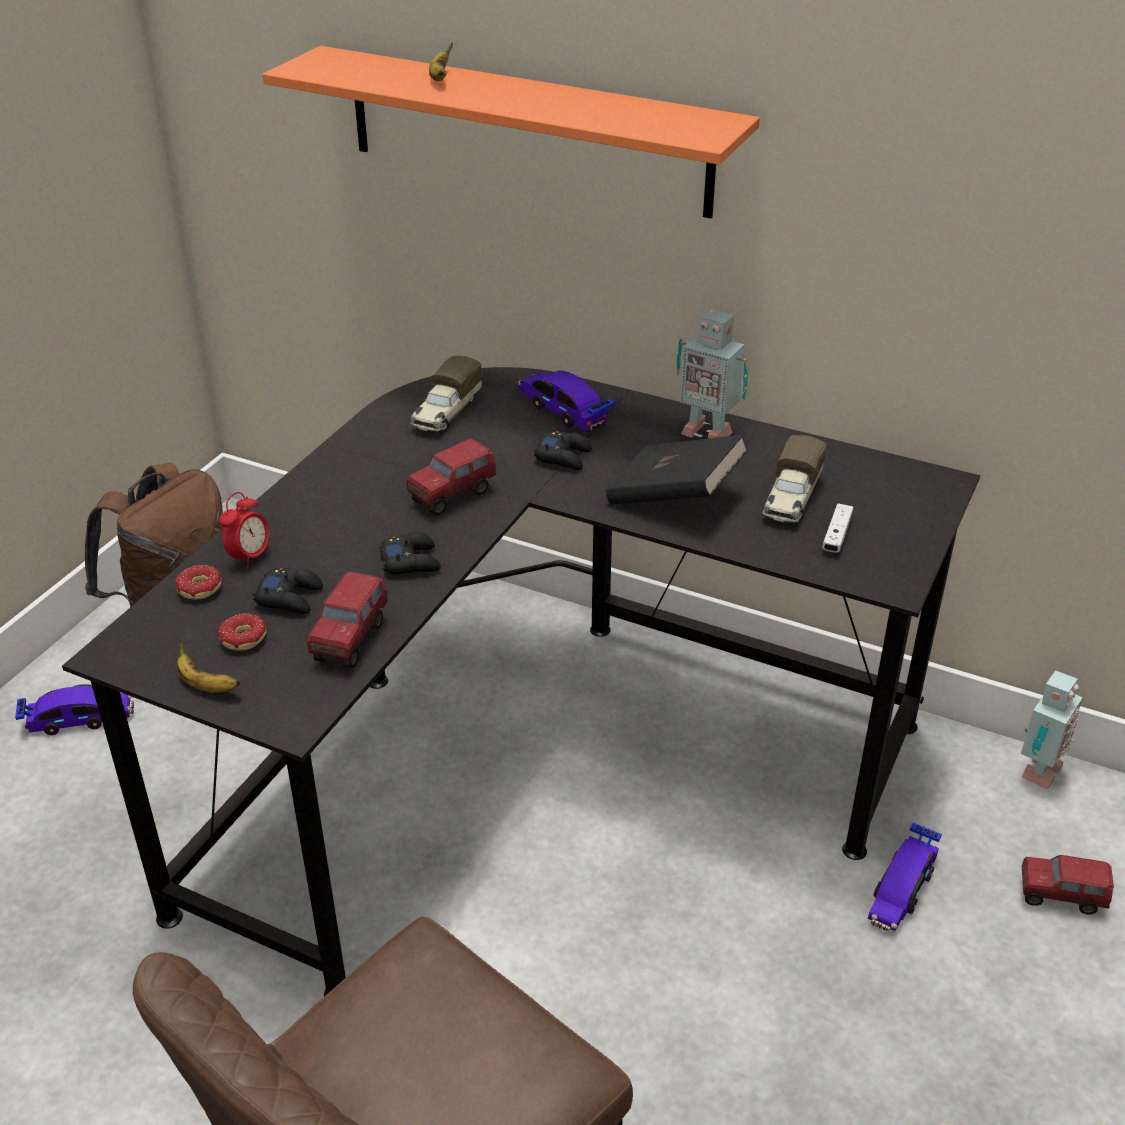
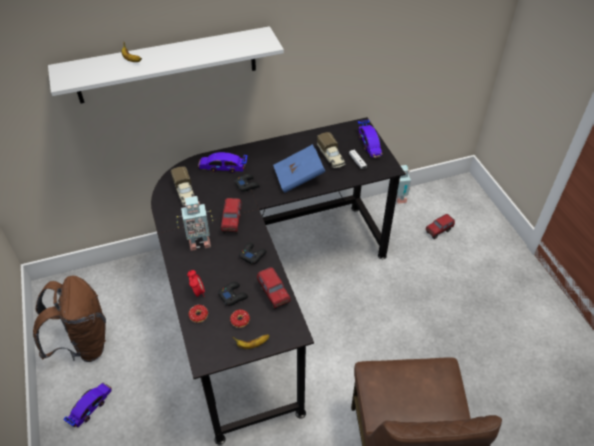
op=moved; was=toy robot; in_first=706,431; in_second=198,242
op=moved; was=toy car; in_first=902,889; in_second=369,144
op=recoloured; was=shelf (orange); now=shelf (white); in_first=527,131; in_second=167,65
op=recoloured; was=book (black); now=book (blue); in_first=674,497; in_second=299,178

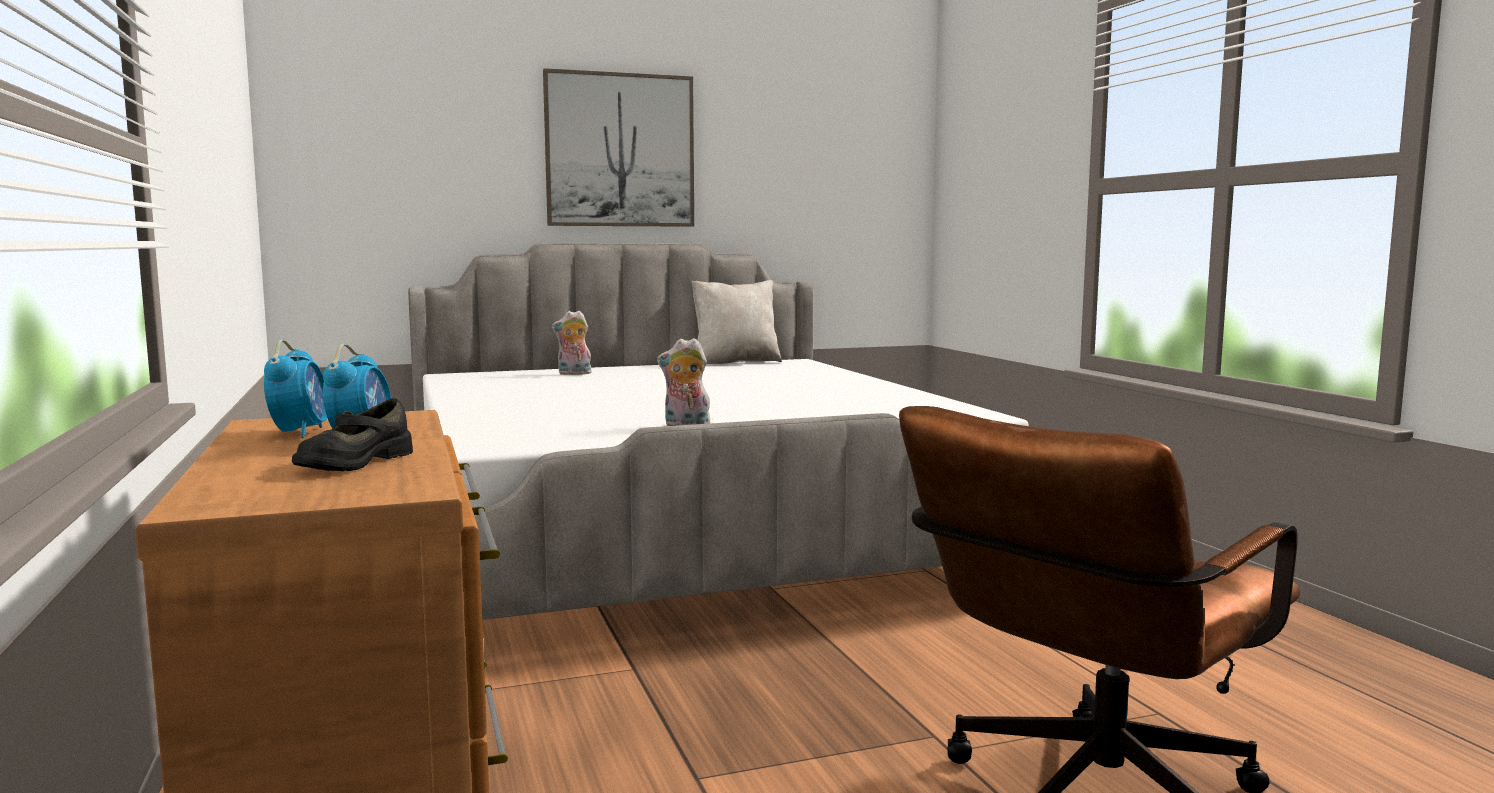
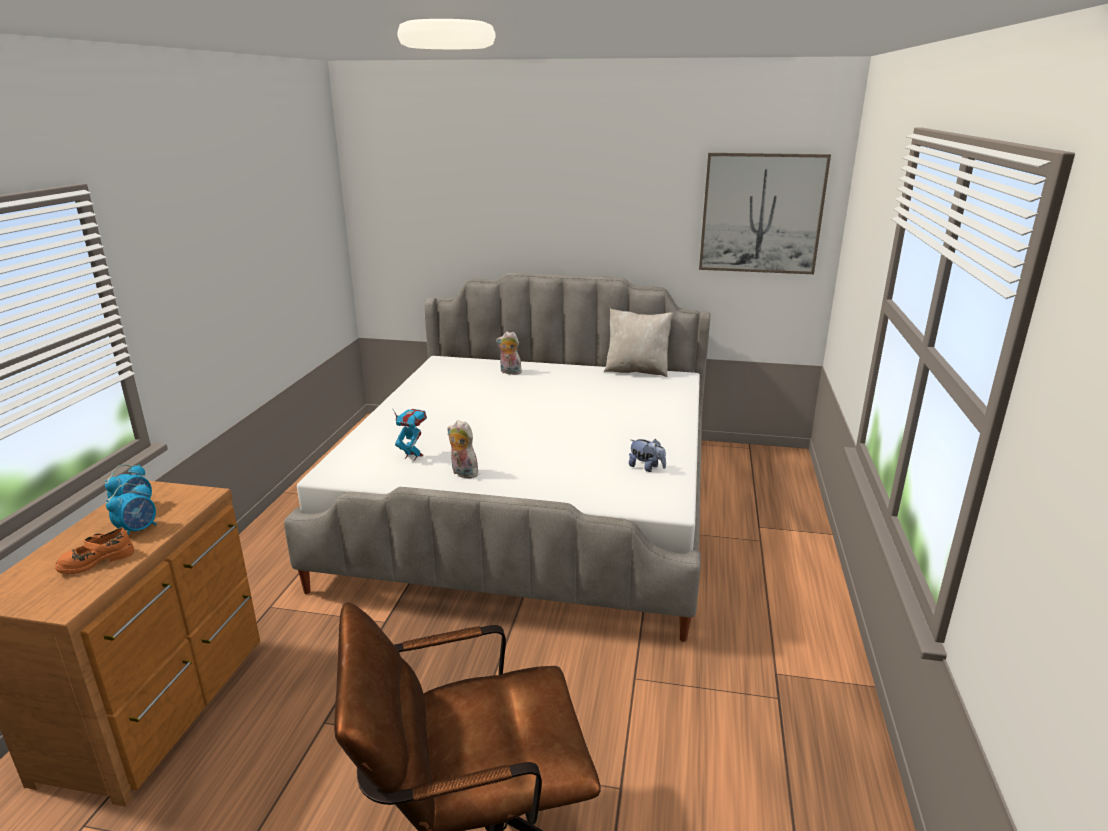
op=added; now=toy robot; in_second=413,456
op=added; now=plush toy; in_second=646,467
op=moved; was=picture; in_first=620,150; in_second=761,213
op=recoloured; was=shoe (black); now=shoe (orange); in_first=354,462; in_second=96,560

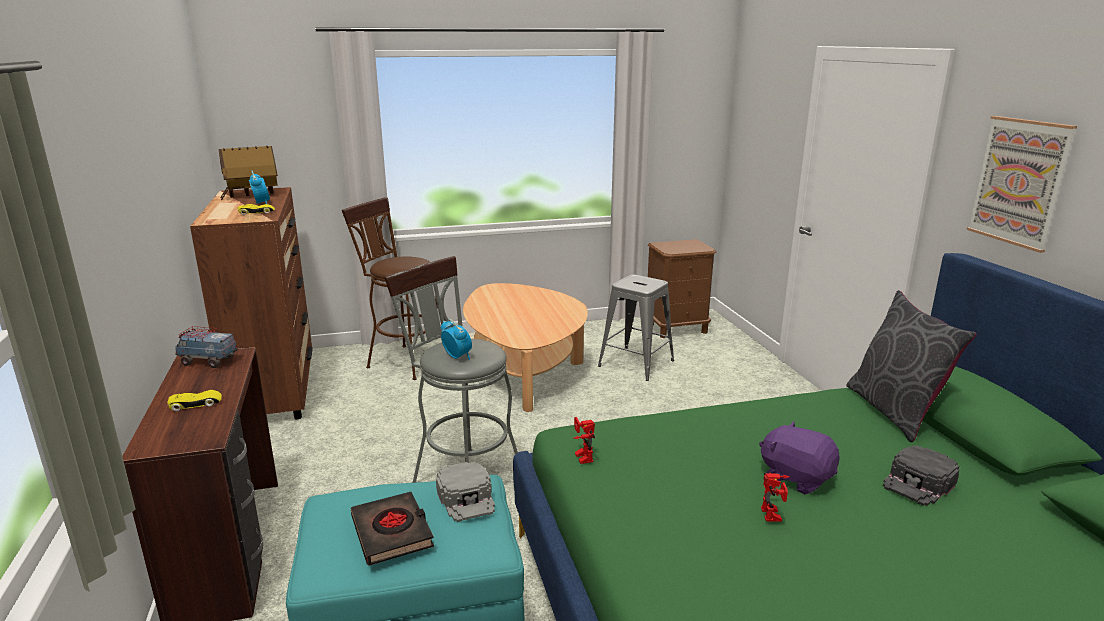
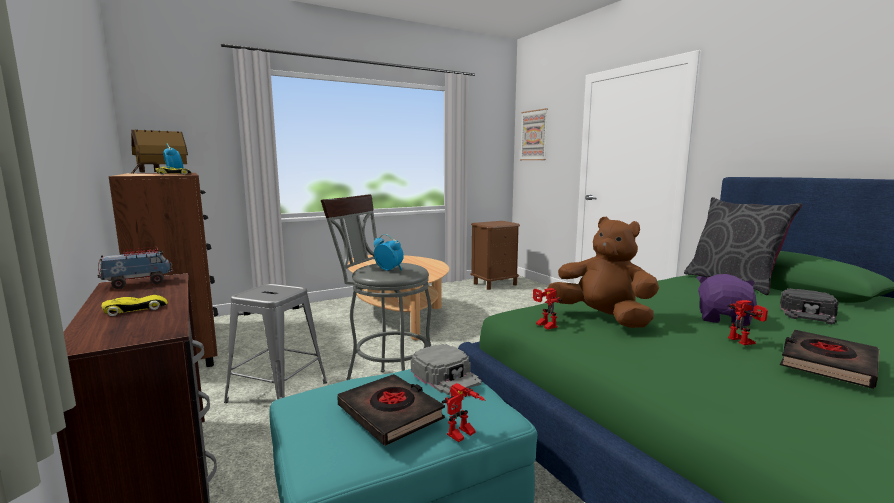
op=removed; was=stool (brown); in_first=403,361
op=added; now=toy robot; in_second=462,436
op=added; now=plush toy (brown); in_second=602,318
op=added; now=book (black); in_second=827,364
op=moved; was=stool (grey); in_first=636,363; in_second=277,392
op=moved; was=picture; in_first=1019,182; in_second=534,135
op=turned; was=toy truck; in_first=208,361; in_second=138,283; clockwise=150
op=turned; was=plush toy (purple); in_first=796,477; in_second=724,319; clockwise=90

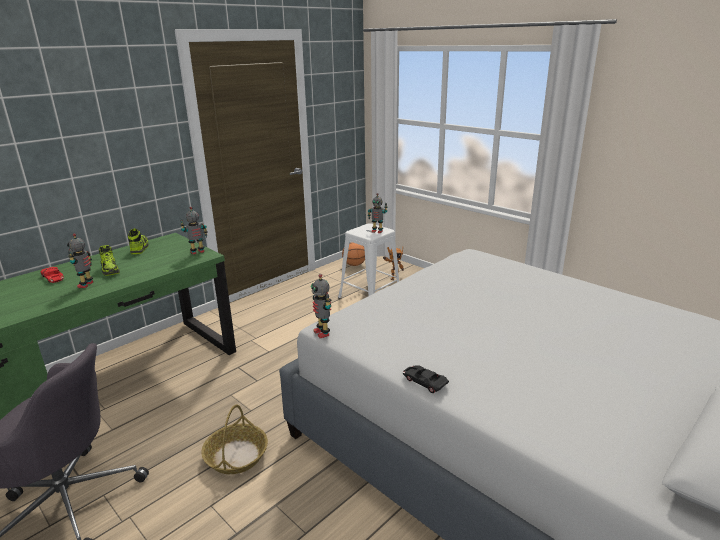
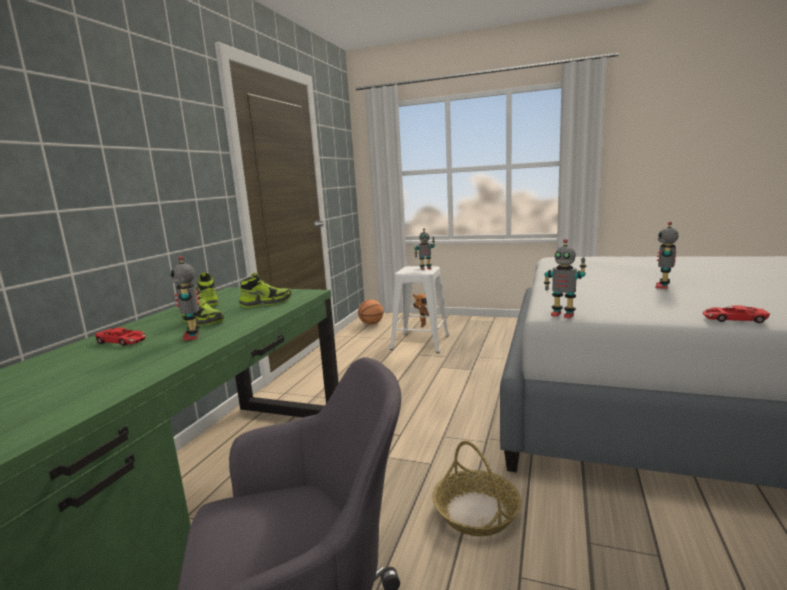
op=added; now=shoe; in_second=266,303
op=moved; was=toy robot; in_first=197,252; in_second=663,286
op=recoloured; was=toy car (black); now=toy car (red); in_first=424,381; in_second=733,319

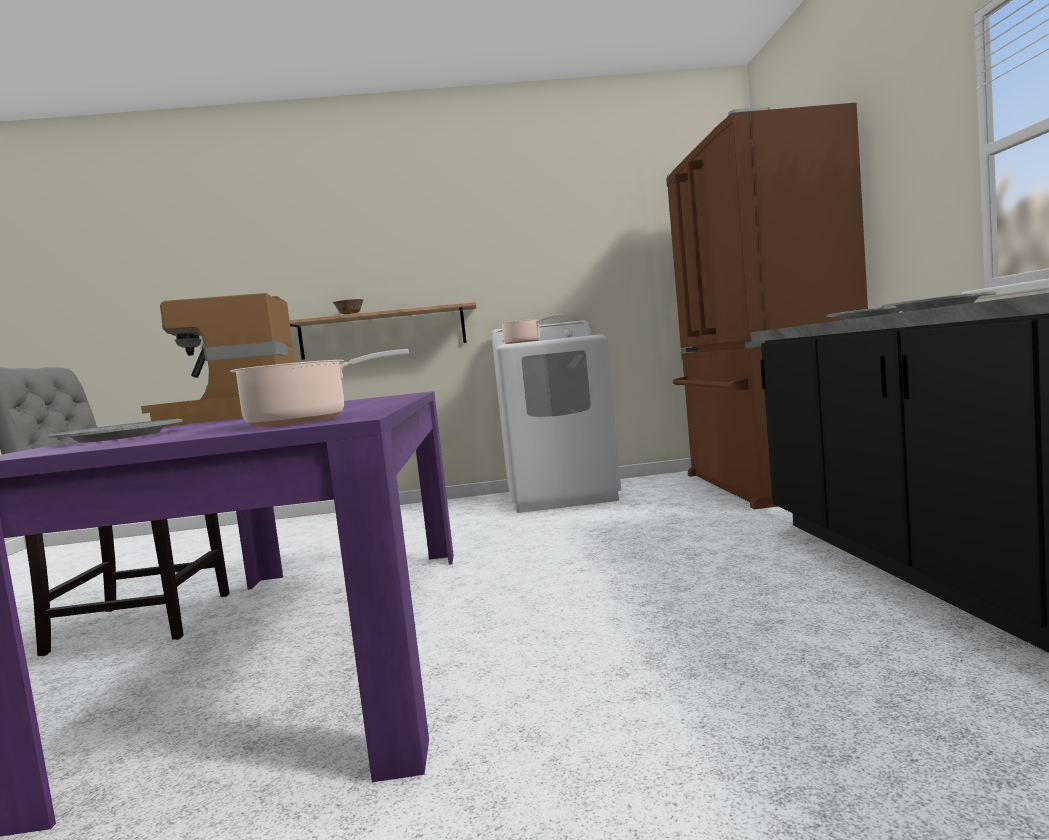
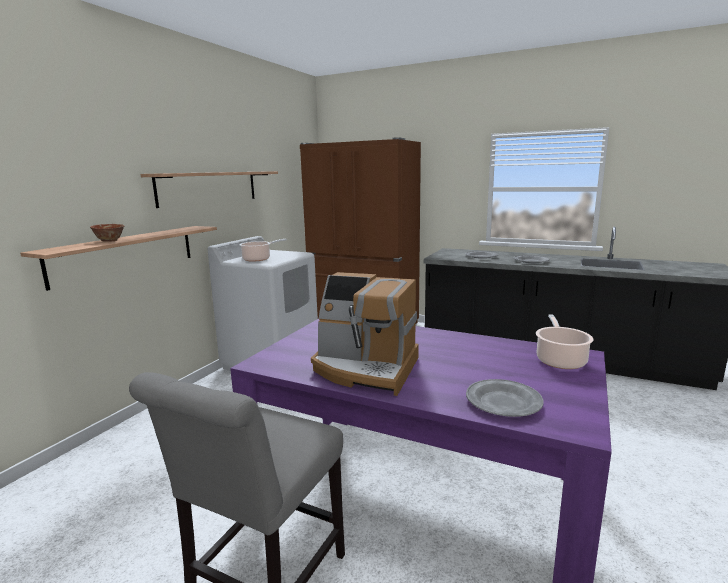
op=added; now=shelf; in_second=209,187

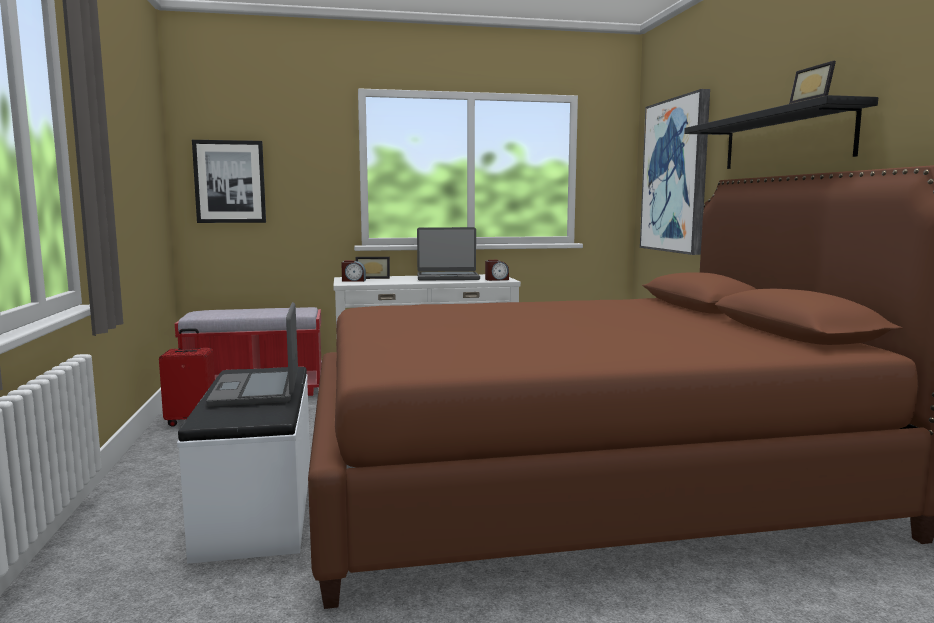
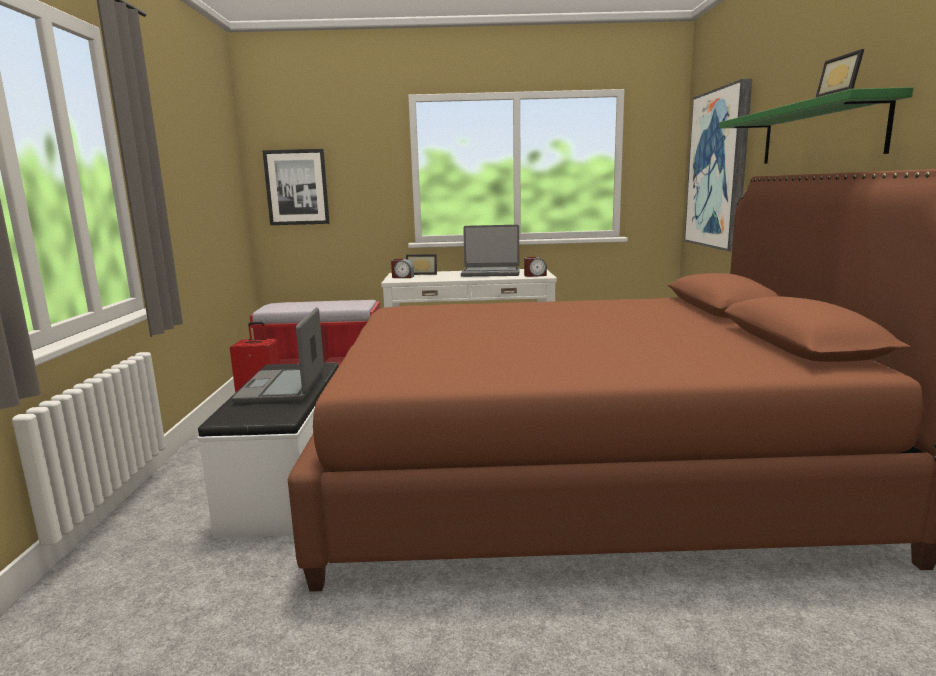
op=recoloured; was=shelf (black); now=shelf (green); in_first=785,139; in_second=819,133

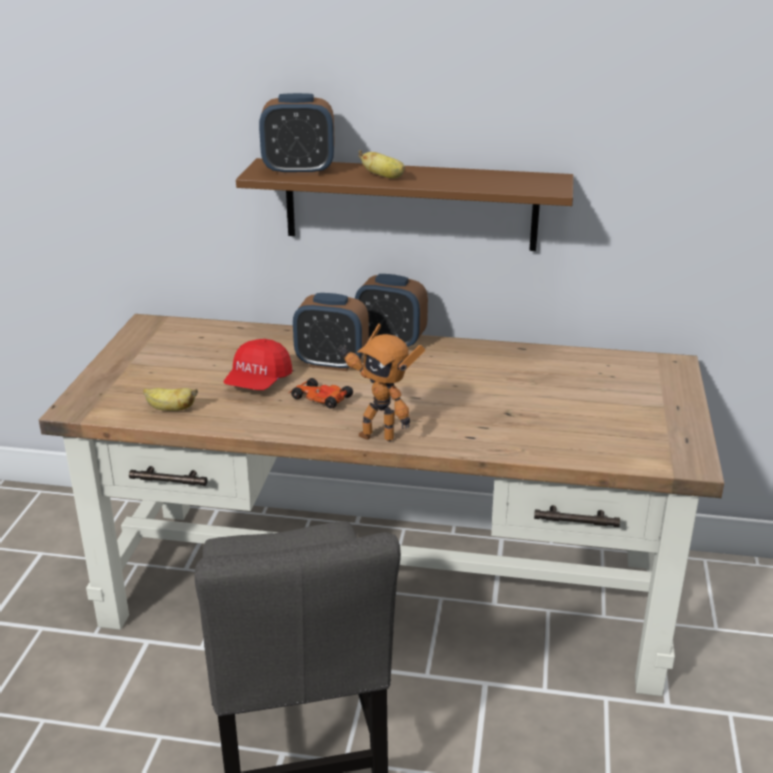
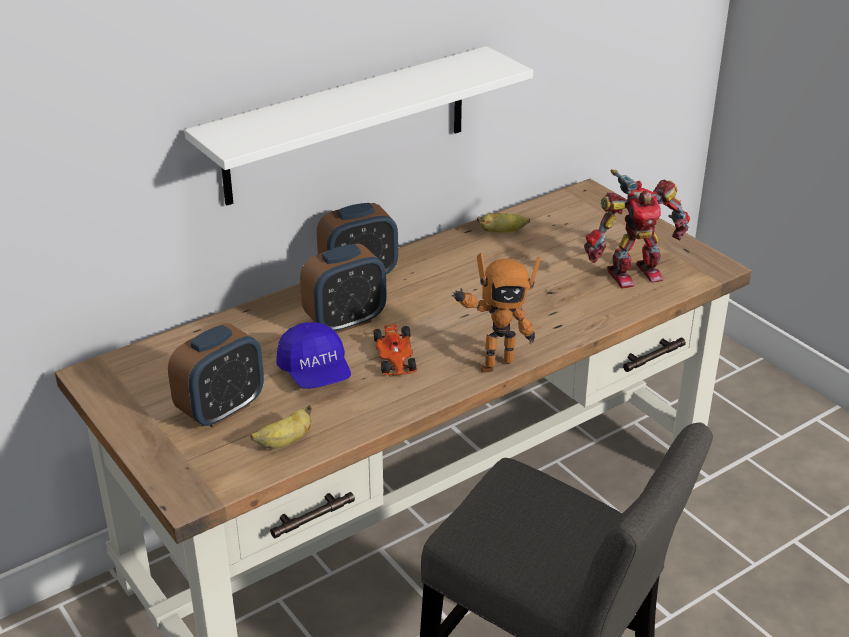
op=added; now=toy robot; in_second=632,273
op=moved; was=alarm clock; in_first=299,171; in_second=221,409
op=moved; was=banana; in_first=384,177; in_second=502,232
op=recoloured; was=cap (red); now=cap (blue); in_first=258,382; in_second=315,373
op=recoloured; was=shelf (brown); now=shelf (white); in_first=410,204; in_second=347,125
op=turned; was=toy car; in_first=320,399; in_second=395,358; clockwise=-90

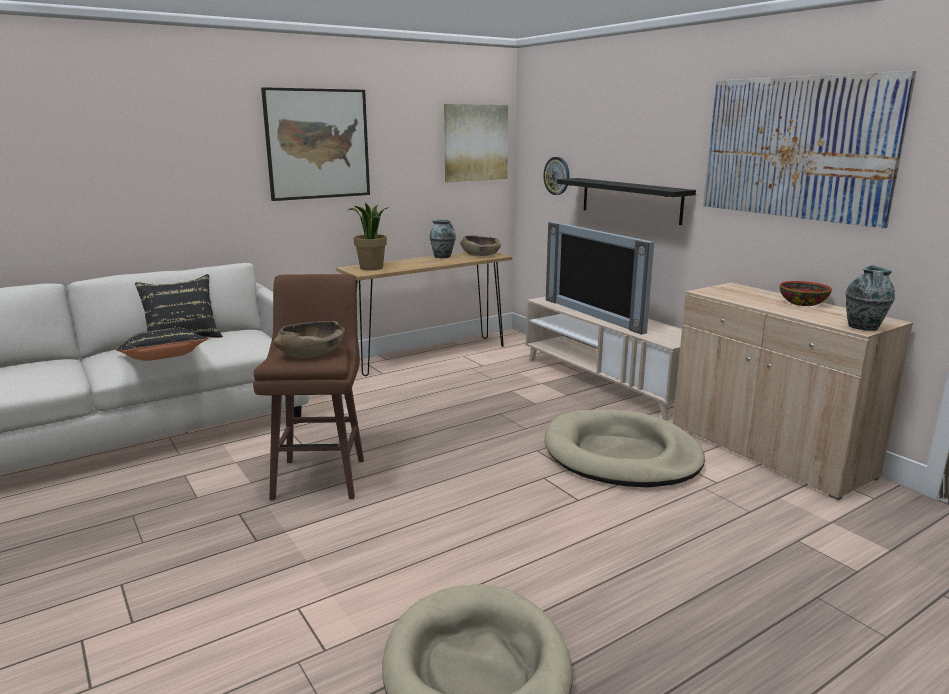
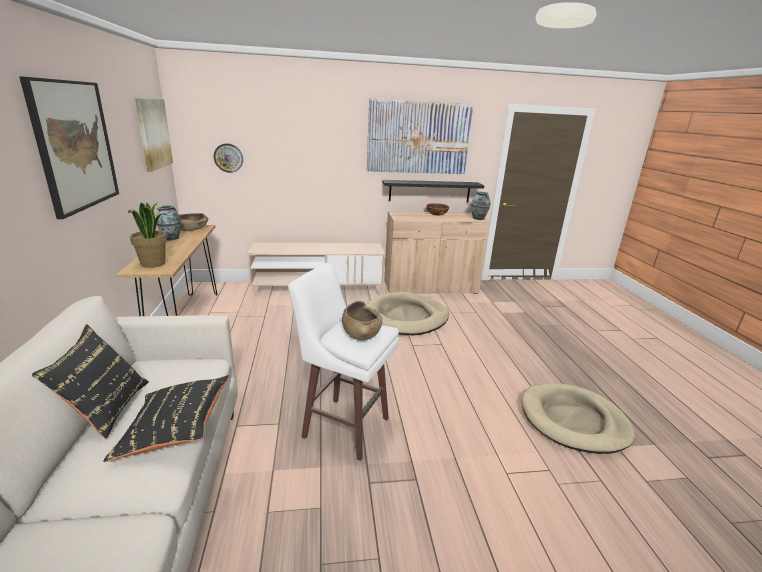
op=removed; was=television; in_first=596,314
op=moved; was=shelf (black); in_first=630,200; in_second=429,191
op=recoloured; was=stool (brown); now=stool (white); in_first=321,477; in_second=344,426

